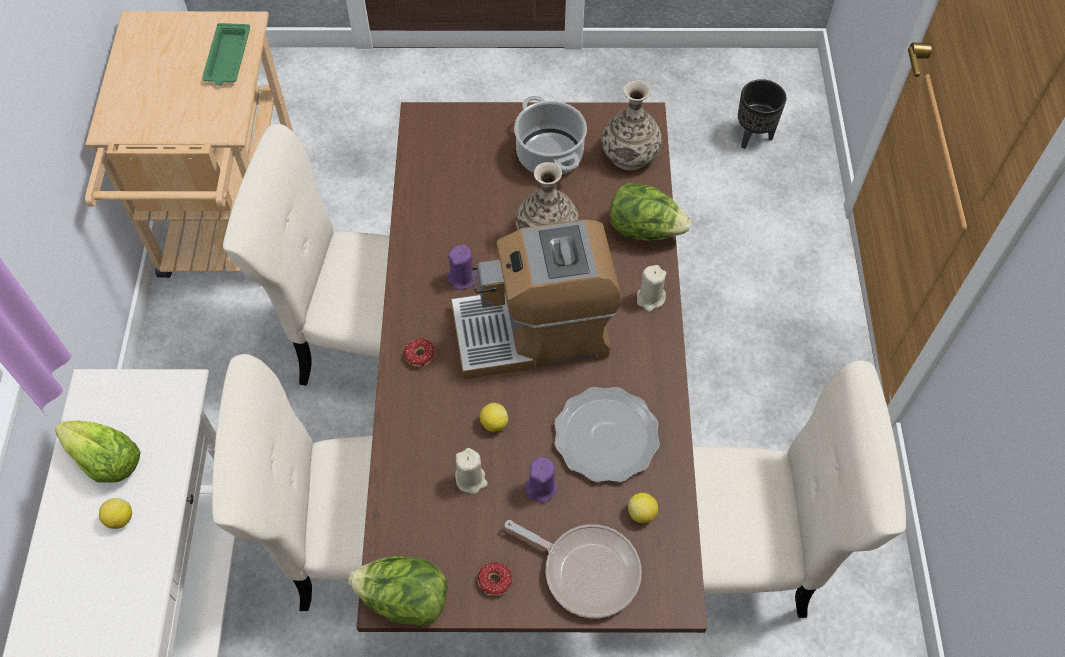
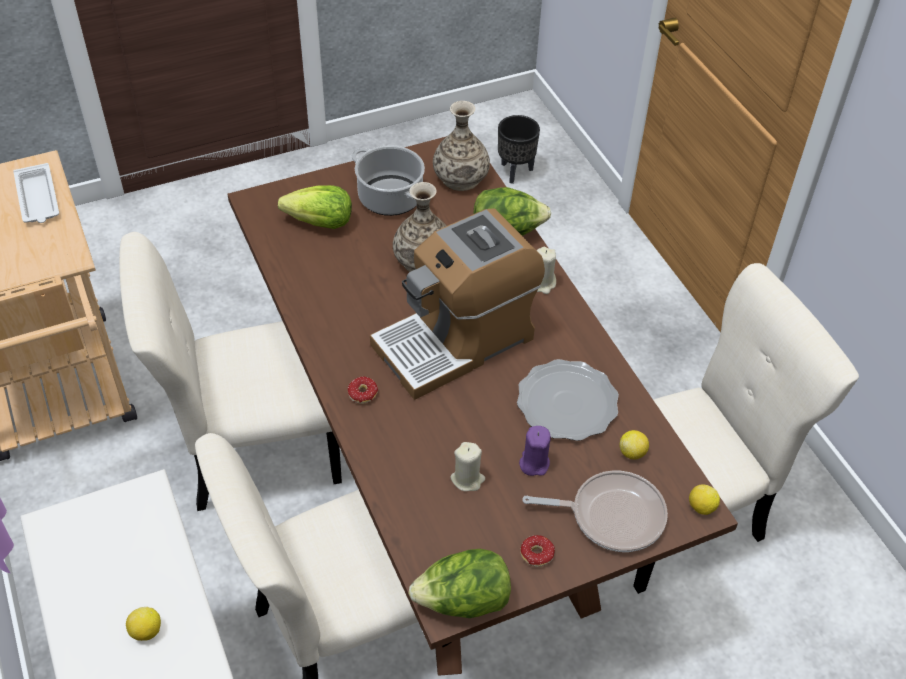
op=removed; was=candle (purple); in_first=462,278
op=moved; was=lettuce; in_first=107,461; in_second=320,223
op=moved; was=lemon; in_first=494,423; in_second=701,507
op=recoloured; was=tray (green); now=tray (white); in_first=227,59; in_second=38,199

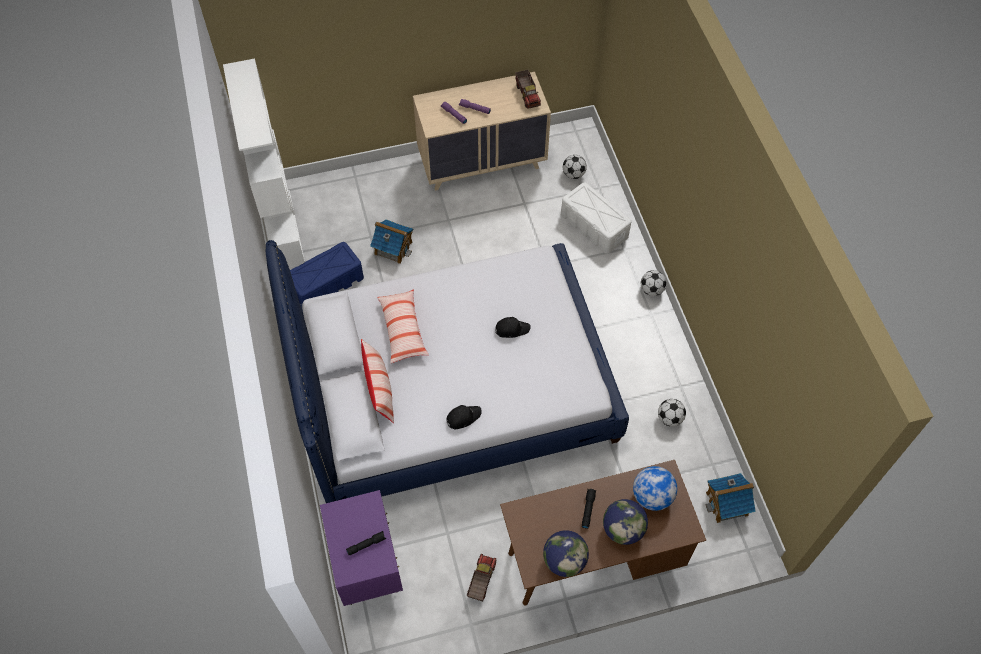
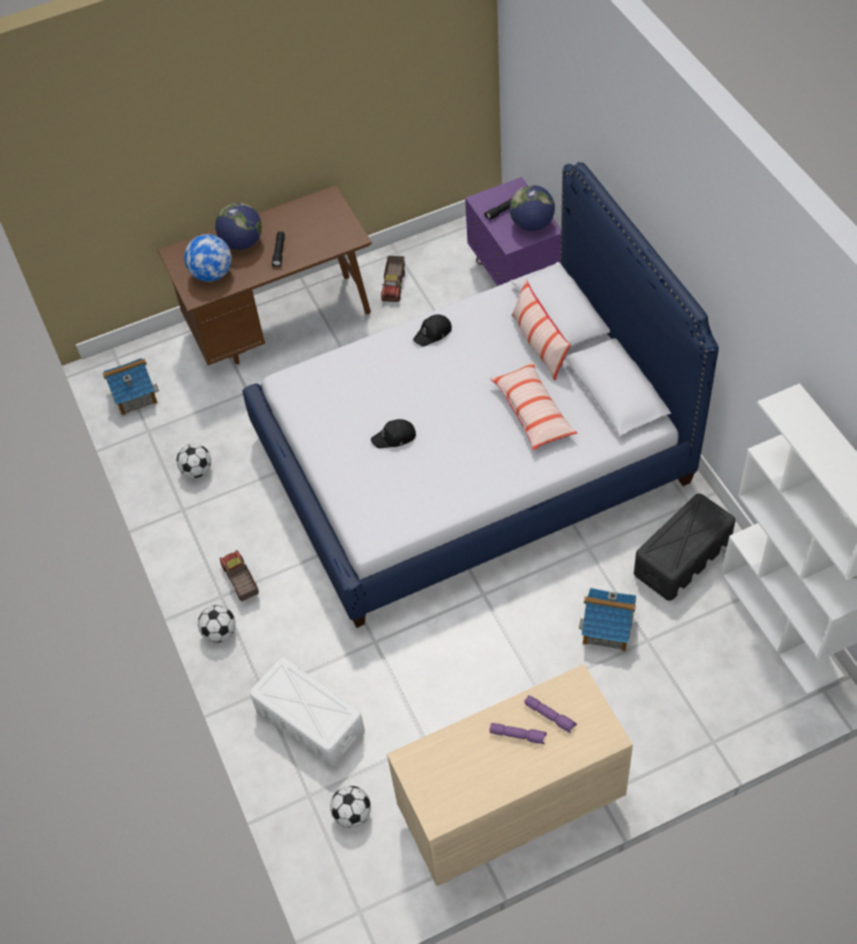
op=moved; was=toy truck; in_first=527,95; in_second=240,581
op=moved; was=globe; in_first=564,560; in_second=532,224
op=recoloured; was=storage box (blue); now=storage box (black); in_first=326,284; in_second=683,557

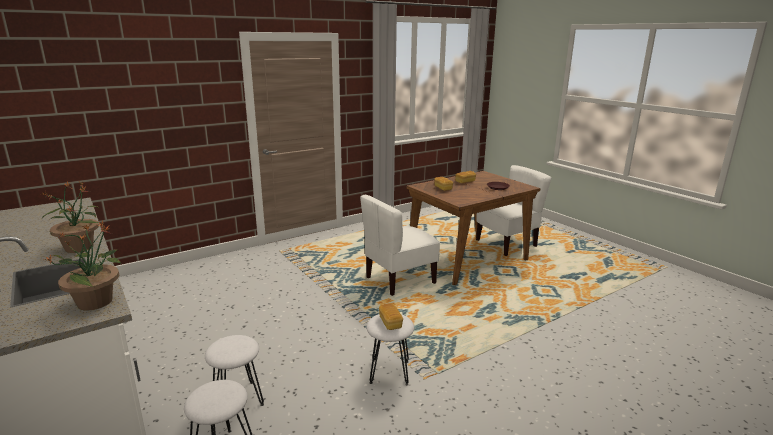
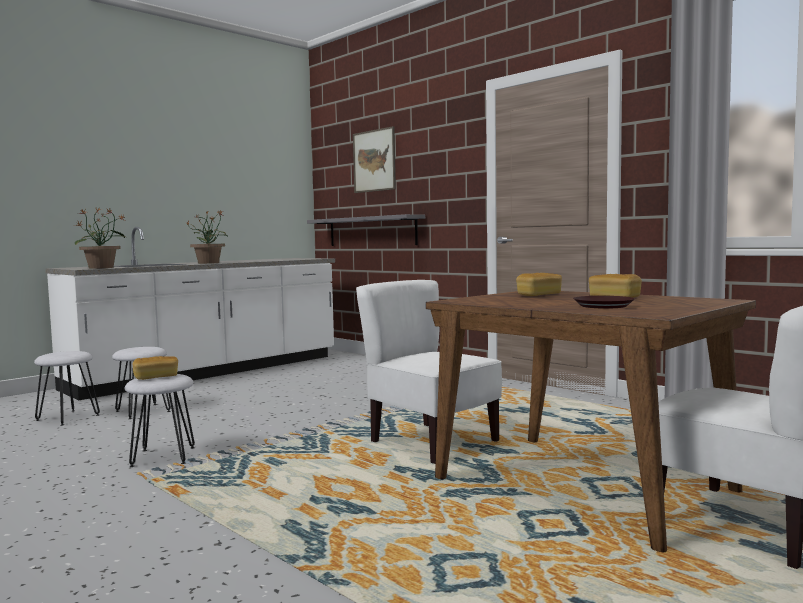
op=added; now=shelf (grey); in_second=371,231
op=added; now=picture; in_second=374,160

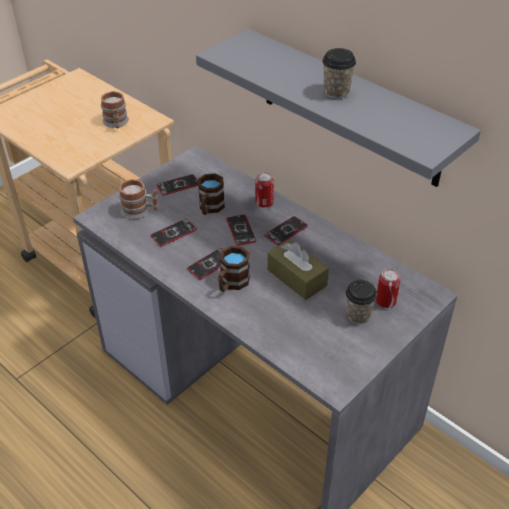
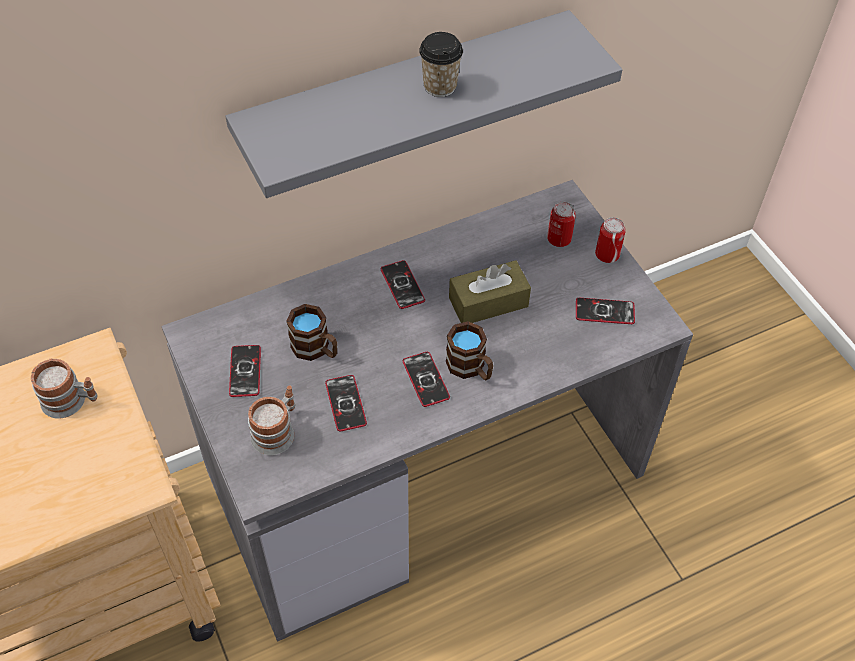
op=removed; was=cup; in_first=358,315
op=moved; was=phone; in_first=241,230; in_second=604,312
op=moved; was=can; in_first=264,203; in_second=607,255

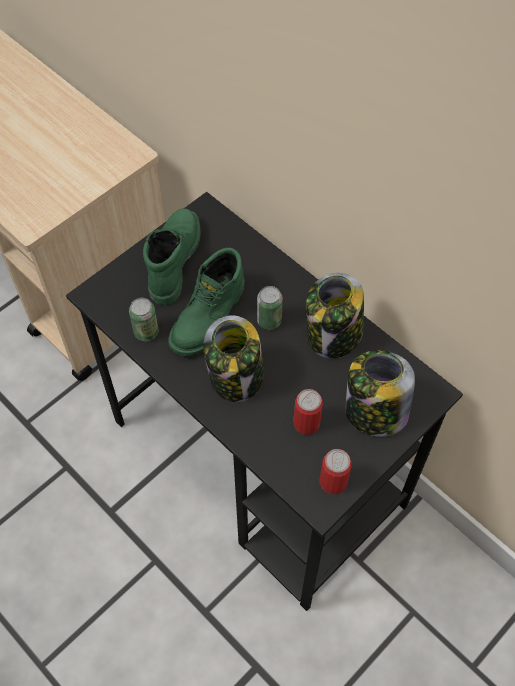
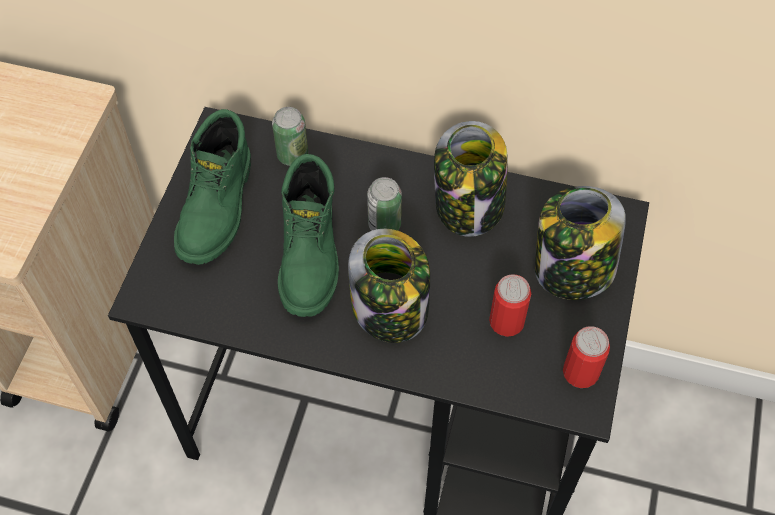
op=moved; was=can; in_first=146,332; in_second=292,155
op=turned; was=boot (green); in_first=172,260; in_second=218,208; clockwise=-150

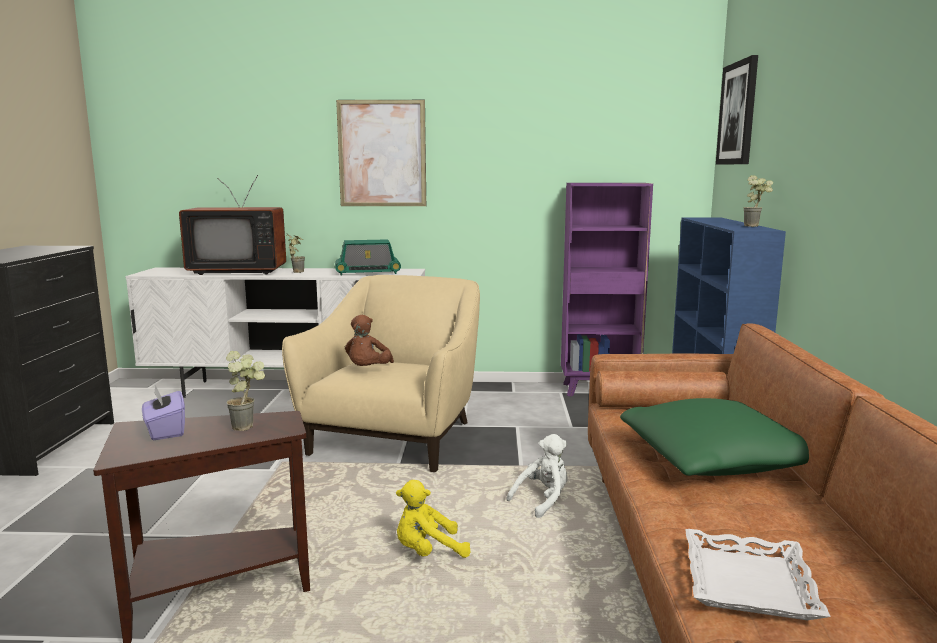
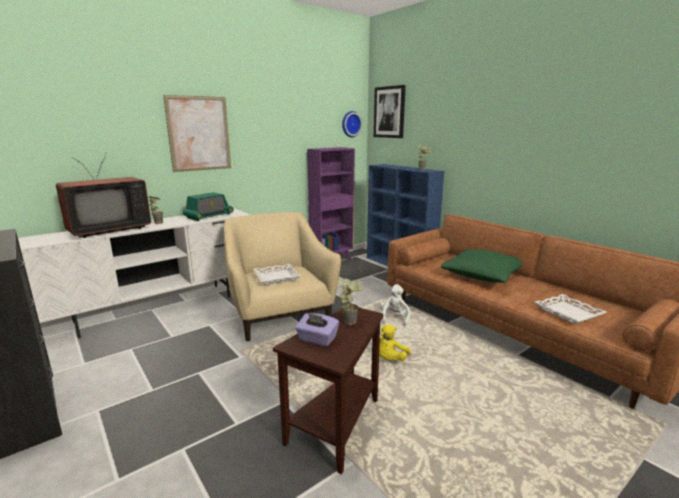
op=added; now=wall clock; in_second=350,124
op=replaced; was=plush toy (brown); now=tray (white); in_first=367,370; in_second=276,277

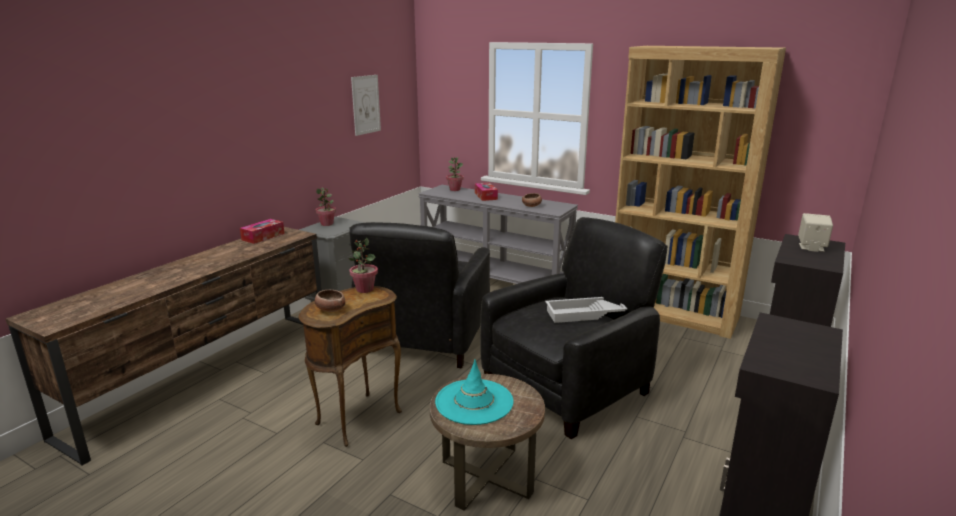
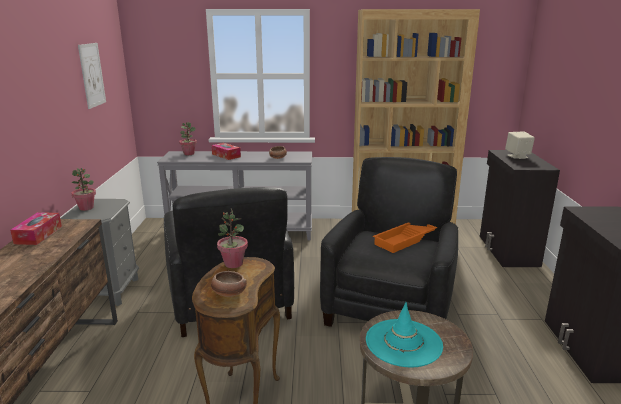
op=recoloured; was=tray (white); now=tray (orange); in_first=584,314; in_second=405,240

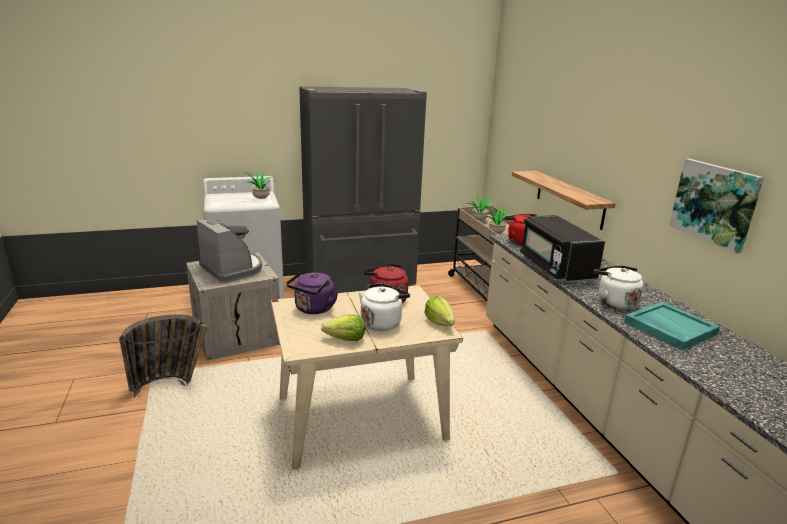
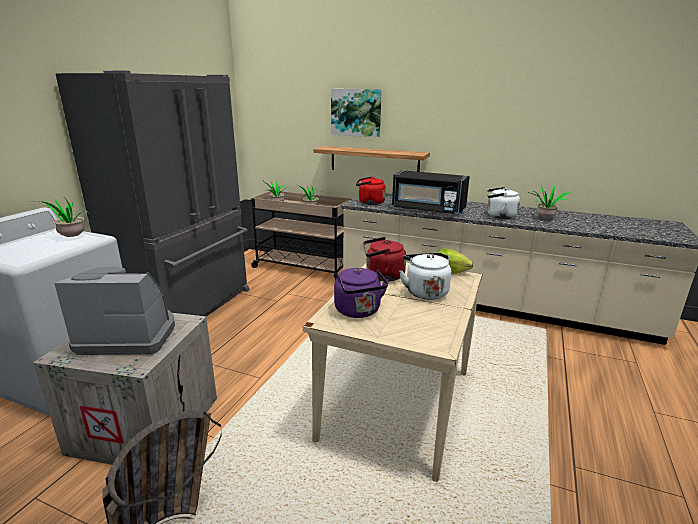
op=removed; was=lettuce; in_first=345,339
op=moved; was=picture; in_first=715,203; in_second=356,112
op=replaced; was=tray (turquoise); now=potted plant; in_first=669,328; in_second=545,218

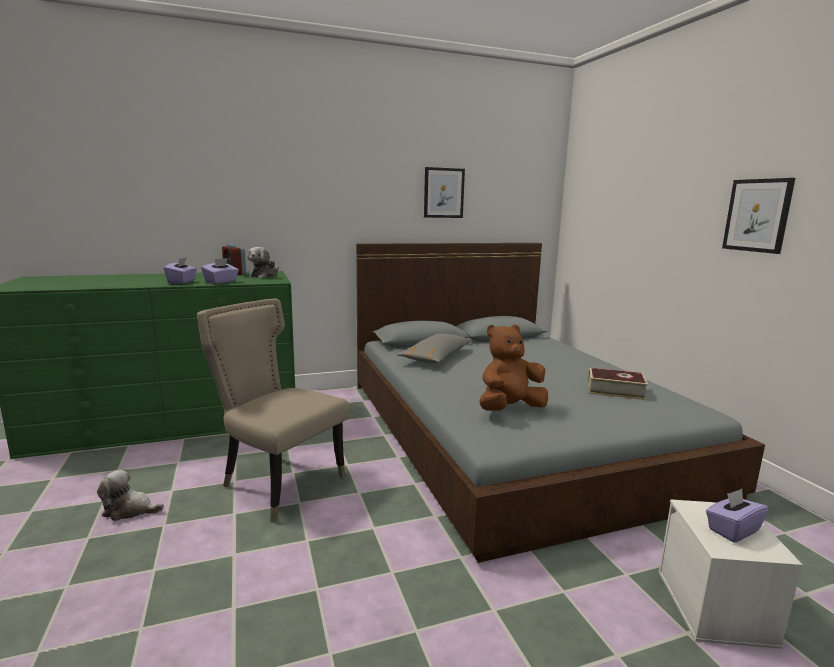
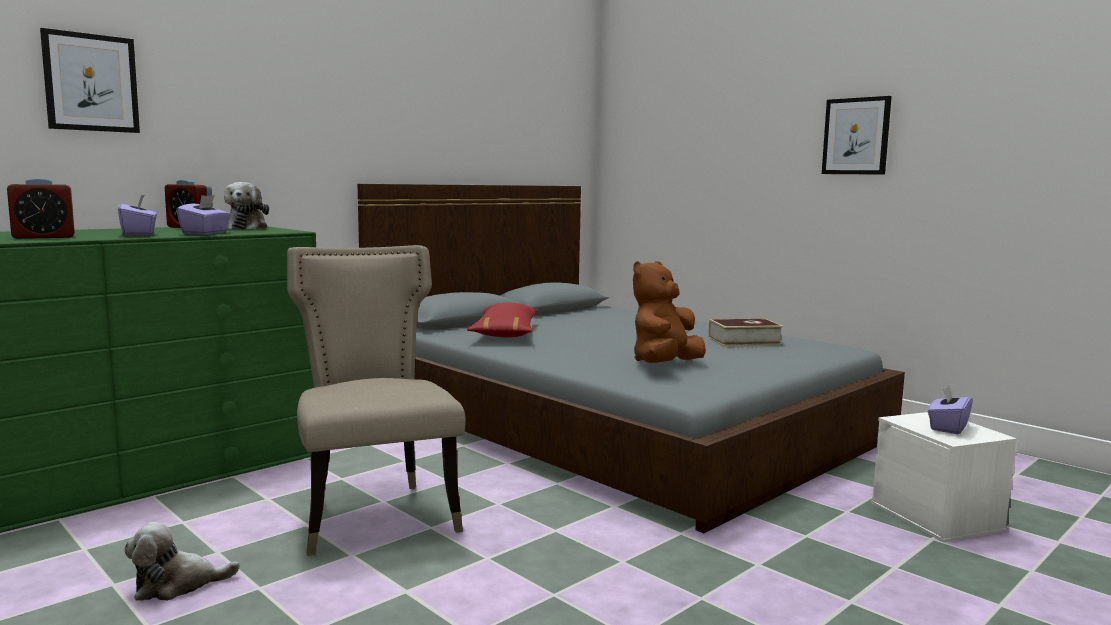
op=added; now=alarm clock; in_second=44,237
op=moved; was=picture; in_first=443,193; in_second=91,83
op=recoloured; was=pillow (grey); now=pillow (red); in_first=436,357; in_second=505,333
op=turned; was=chair (beige); in_first=278,482; in_second=375,514; clockwise=60

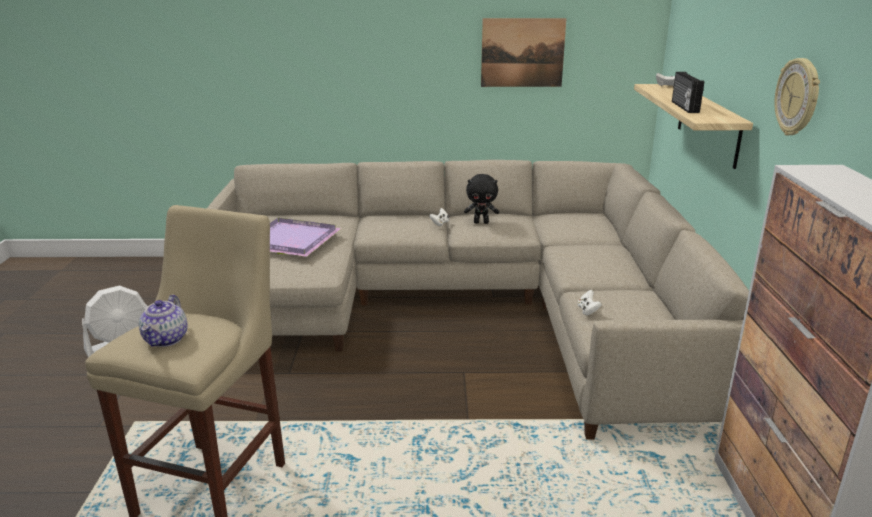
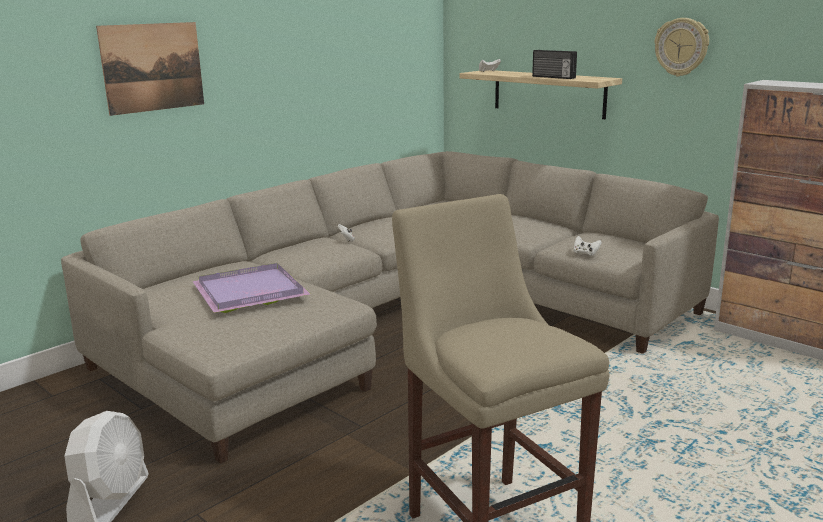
op=removed; was=teapot; in_first=166,339
op=removed; was=plush toy (black); in_first=481,222
op=moved; was=picture; in_first=522,53; in_second=153,67

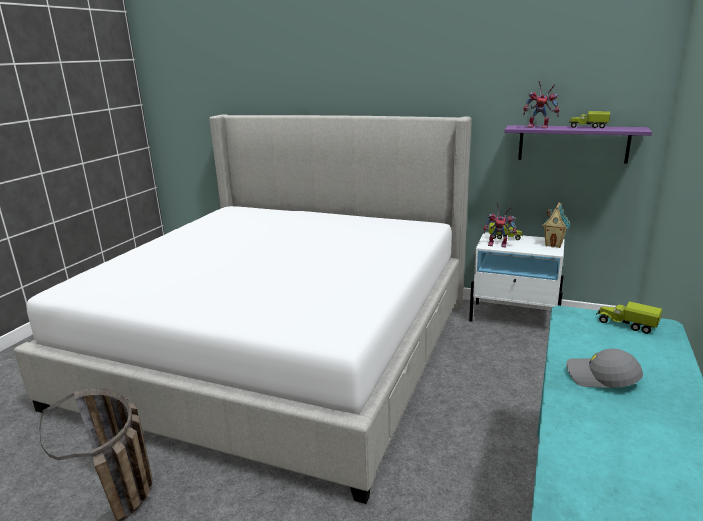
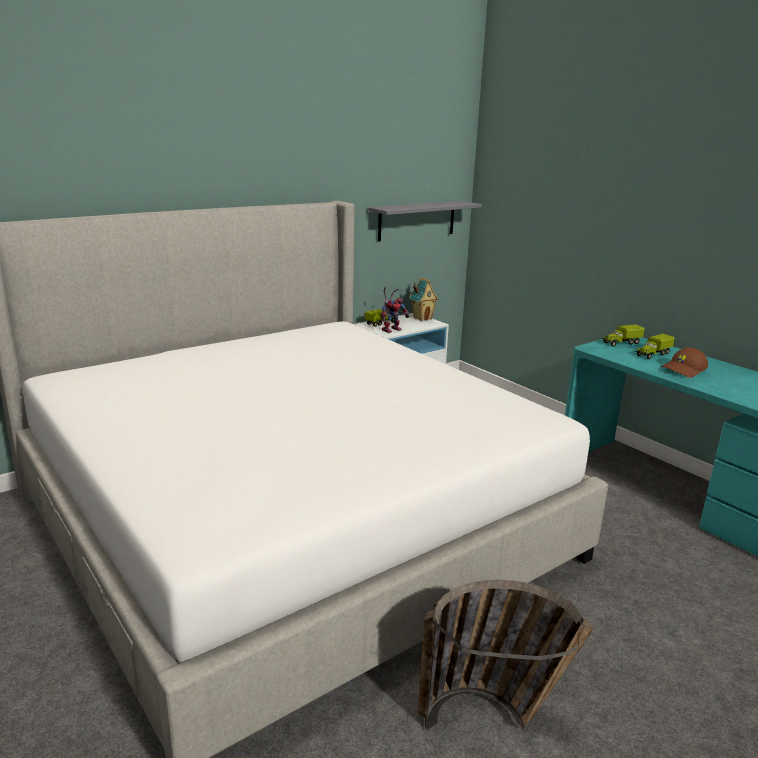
op=removed; was=toy robot; in_first=540,127
op=moved; was=toy truck; in_first=588,127; in_second=653,354
op=recoloured; was=shelf (purple); now=shelf (grey); in_first=573,143; in_second=417,220
op=recoloured; was=cap (grey); now=cap (brown); in_first=601,378; in_second=684,370

